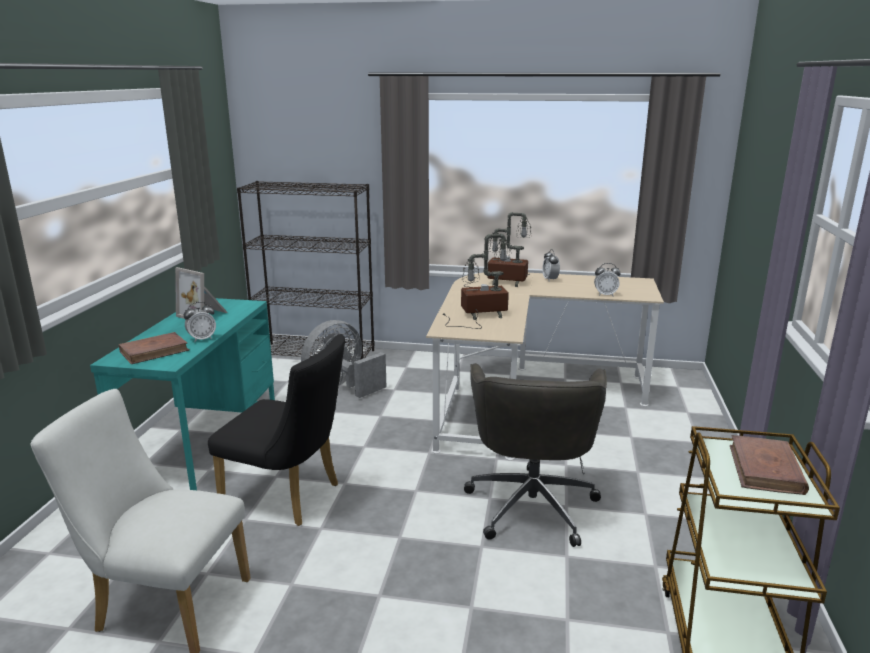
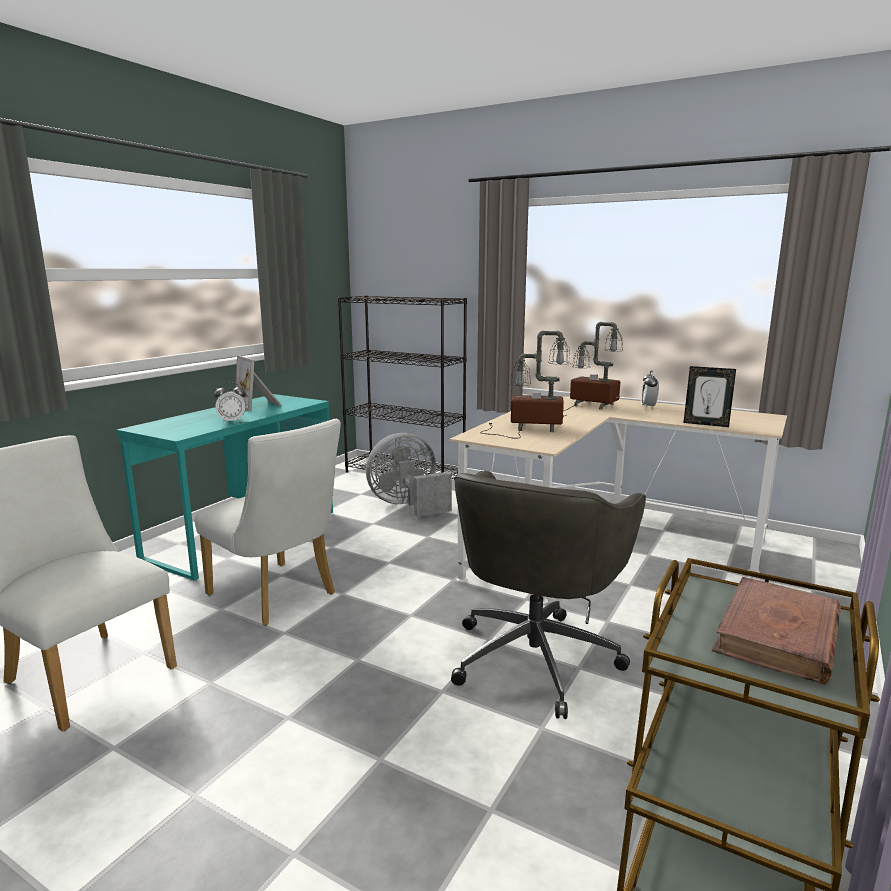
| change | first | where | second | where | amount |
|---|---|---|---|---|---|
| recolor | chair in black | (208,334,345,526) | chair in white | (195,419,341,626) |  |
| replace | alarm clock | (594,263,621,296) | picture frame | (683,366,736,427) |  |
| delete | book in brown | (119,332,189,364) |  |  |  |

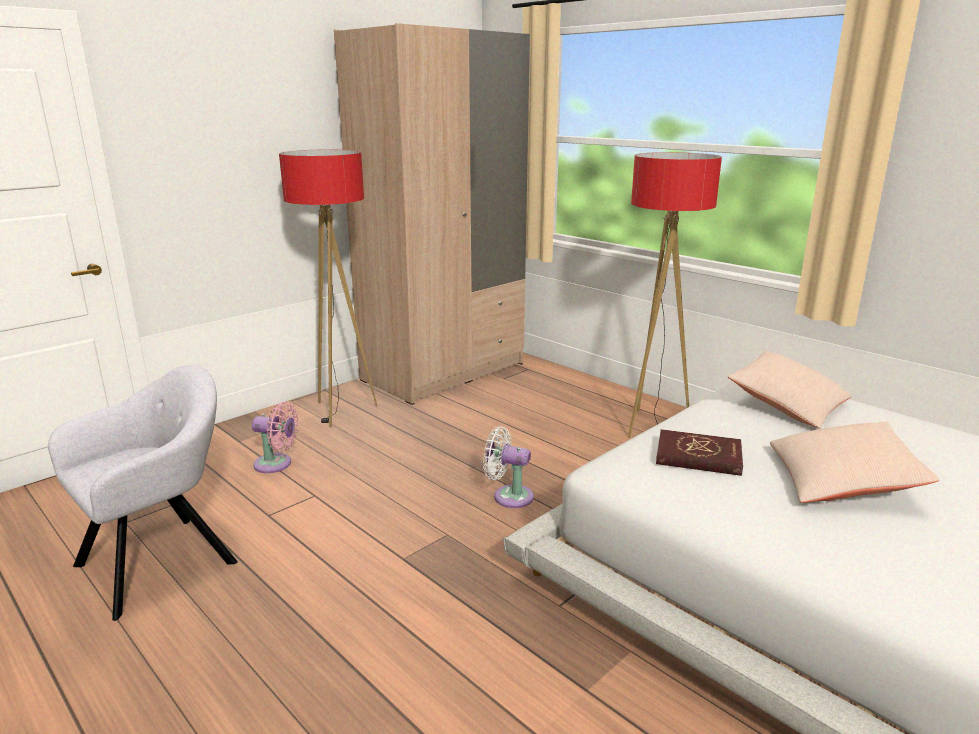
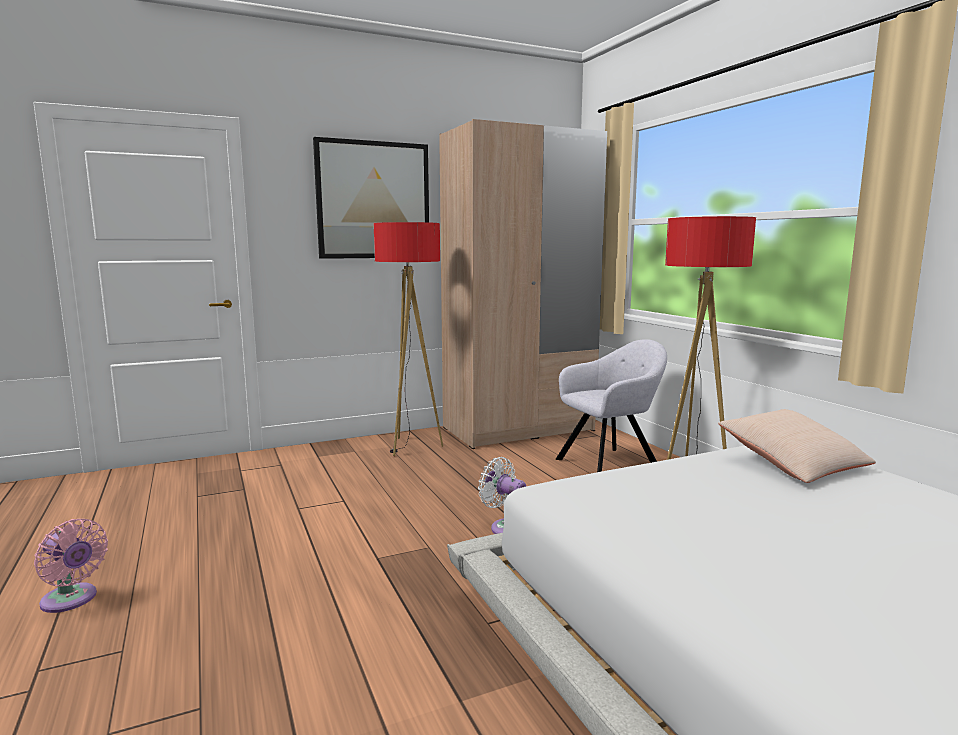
| change | first | where | second | where | amount |
|---|---|---|---|---|---|
| move | fan in pink | (252,402,299,473) |  | (34,519,108,613) |  |
| insert |  |  | picture | (313,137,429,259) |  |
| move | armchair in grey | (48,365,238,621) |  | (556,339,667,472) |  |
| delete | book in red | (656,429,743,476) |  |  |  |
| delete | pillow in beige | (770,421,939,503) |  |  |  |

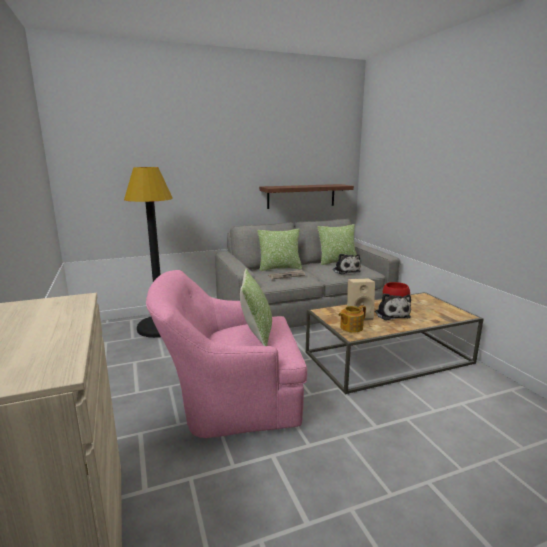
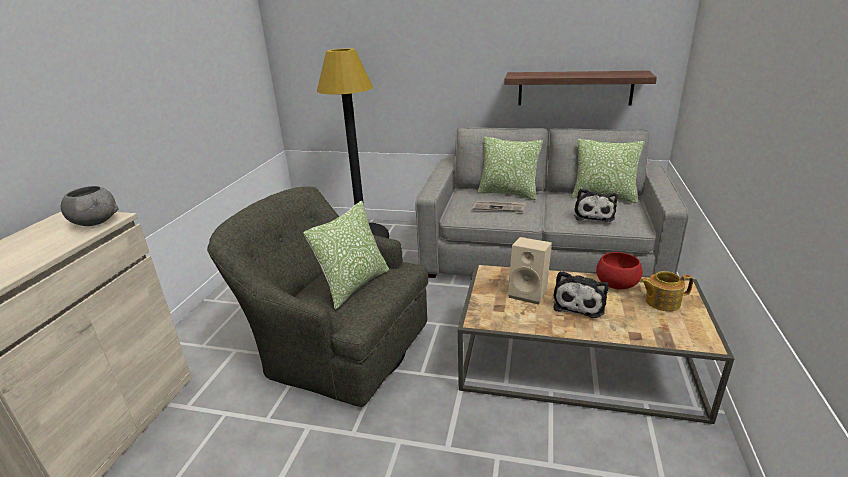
| change | first | where | second | where | amount |
|---|---|---|---|---|---|
| insert |  |  | bowl in grey | (61,186,119,226) |  |
| recolor | armchair in pink | (146,270,307,438) | armchair in green | (207,187,428,407) |  |
| move | teapot | (339,305,366,333) |  | (640,271,693,311) |  |

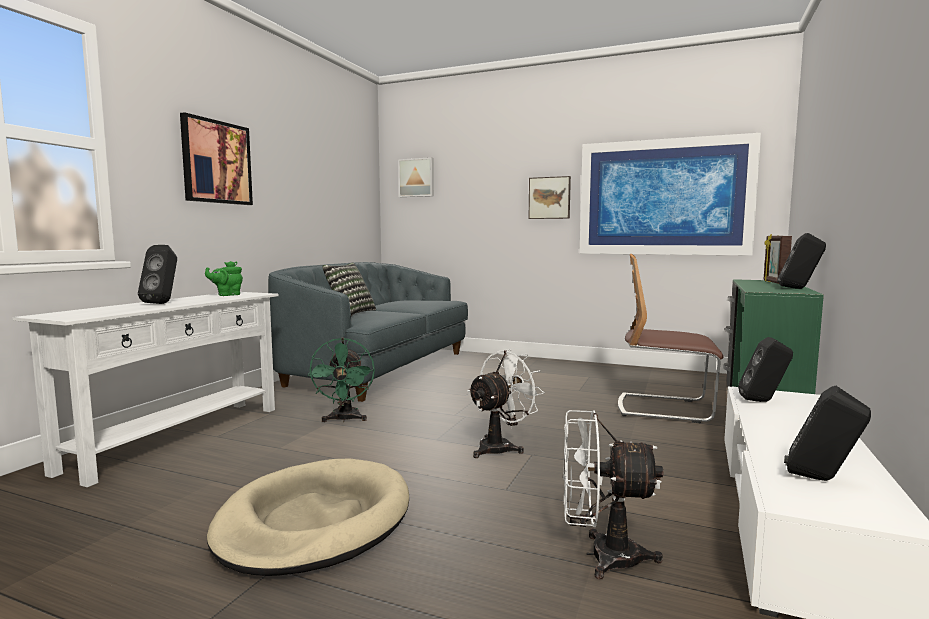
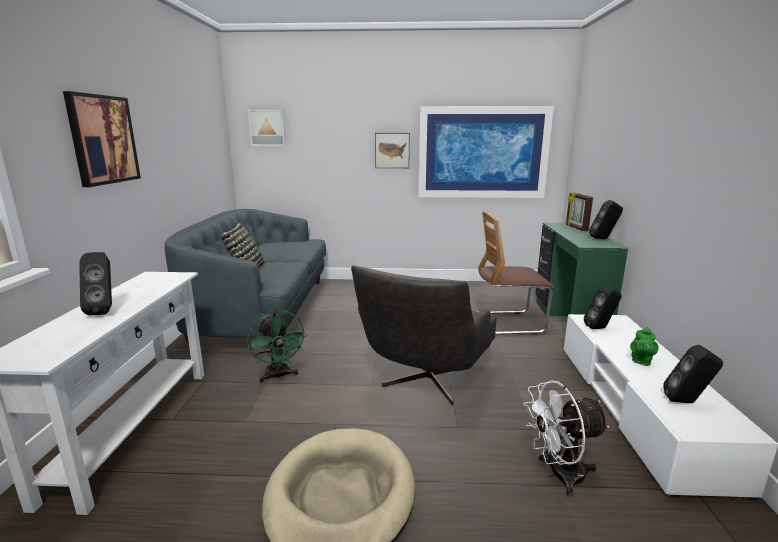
| change | first | where | second | where | amount |
|---|---|---|---|---|---|
| replace | fan in white | (468,349,545,458) | armchair in grey | (351,265,497,405) |  |
| move | teapot in green | (205,261,243,296) |  | (630,327,659,366) |  |

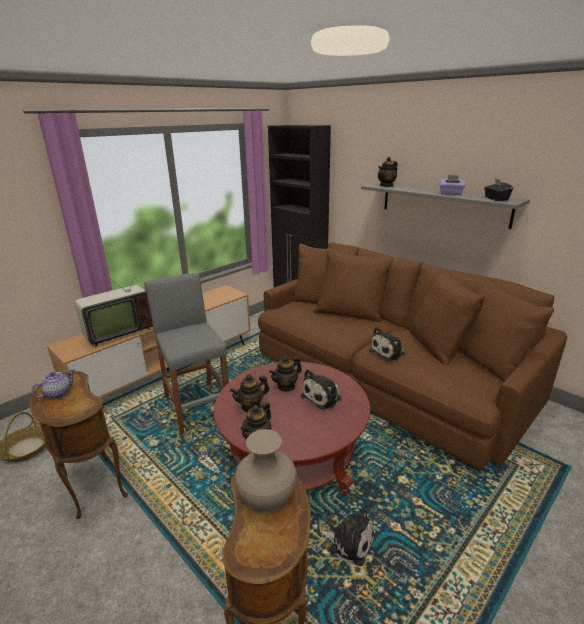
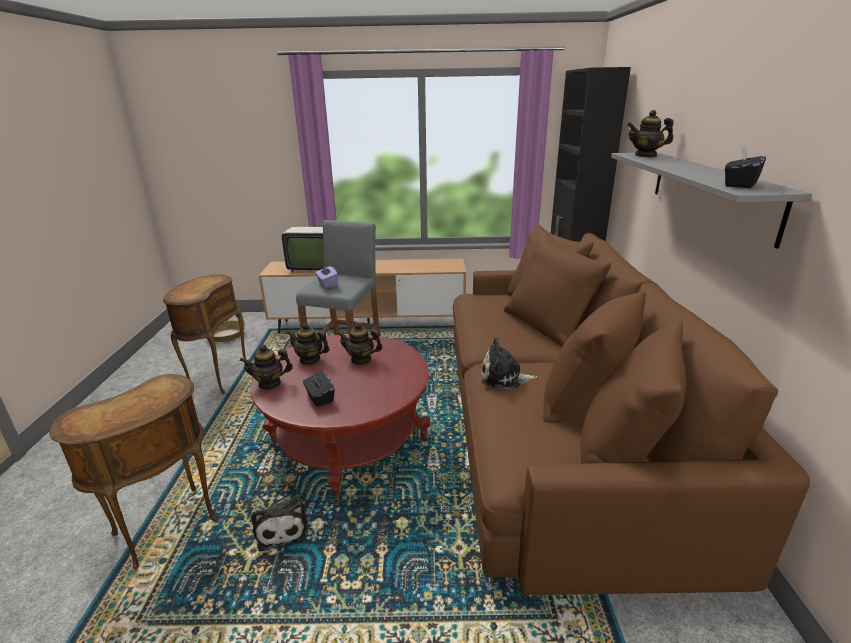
| change | first | where | second | where | amount |
|---|---|---|---|---|---|
| insert |  |  | tissue box in black | (303,371,335,407) |  |
| move | tissue box in purple | (440,175,465,195) |  | (315,266,338,288) |  |
| delete | teapot | (31,369,75,399) |  |  |  |
| delete | vase in beige | (235,429,297,513) |  |  |  |
| delete | plush toy | (301,369,342,410) |  |  |  |

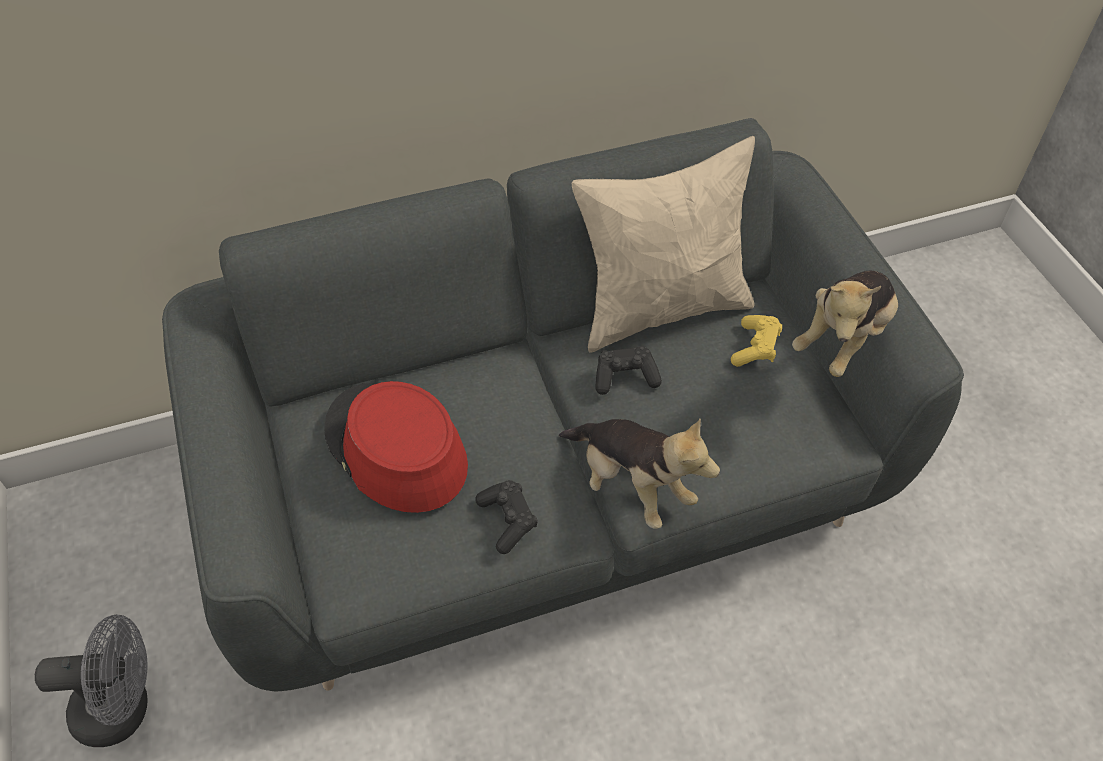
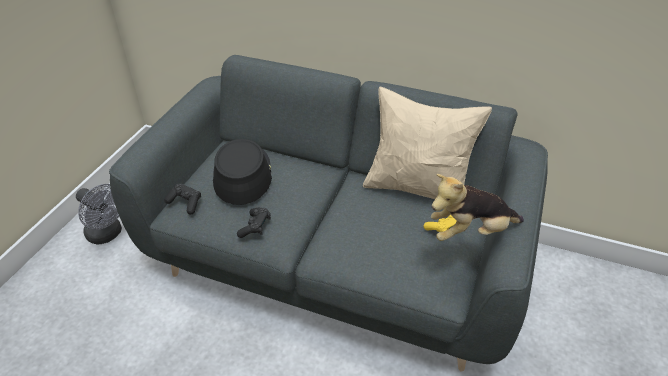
| change | first | where | second | where | amount |
|---|---|---|---|---|---|
| move | game controller in black | (595,346,662,395) |  | (164,184,201,215) |  |
| recolor | hat in red | (324,381,468,513) | hat in black | (213,139,272,205) |  |
| delete | plush toy | (559,419,720,529) |  |  |  |

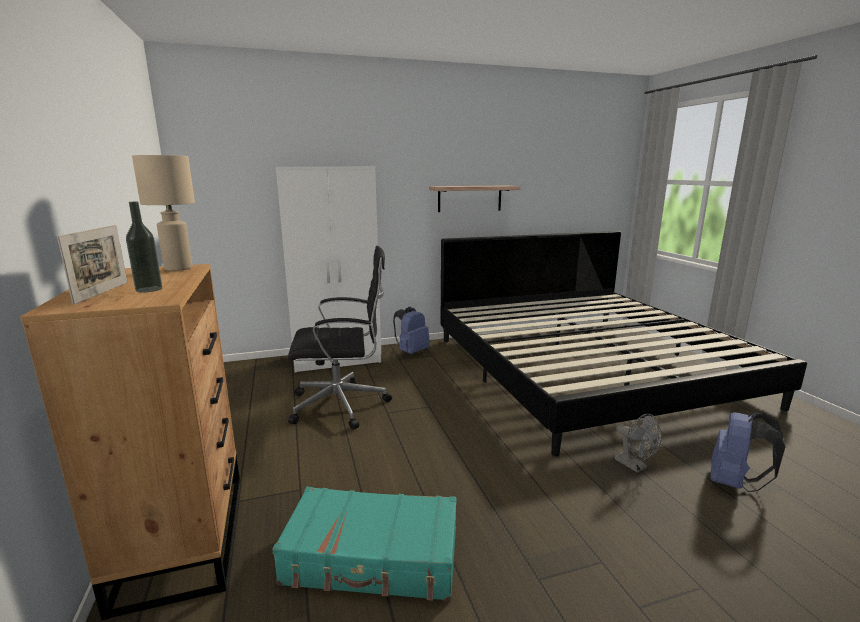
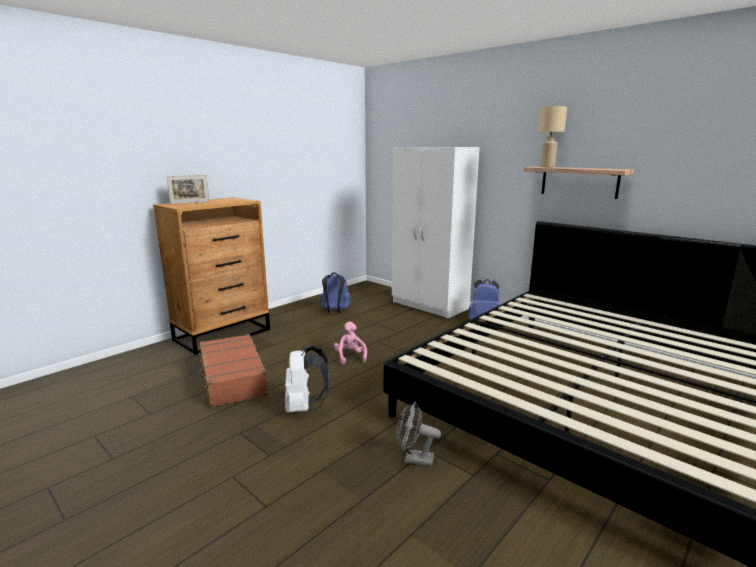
| change | first | where | second | where | amount |
|---|---|---|---|---|---|
| recolor | suitcase in turquoise | (272,487,456,601) | suitcase in brown | (198,334,268,408) |  |
| insert |  |  | backpack in white | (285,346,329,413) |  |
| move | backpack in blue | (710,412,785,492) |  | (321,272,351,314) |  |
| insert |  |  | plush toy in pink | (334,322,367,364) |  |
| rotate | fan in grey | (615,414,662,473) |  | (396,402,441,466) | 75 degrees clockwise |
| move | table lamp in beige | (132,155,195,271) |  | (538,106,567,167) |  |
| delete | bottle | (126,202,162,293) |  |  |  |
| delete | office chair in black | (288,246,392,429) |  |  |  |

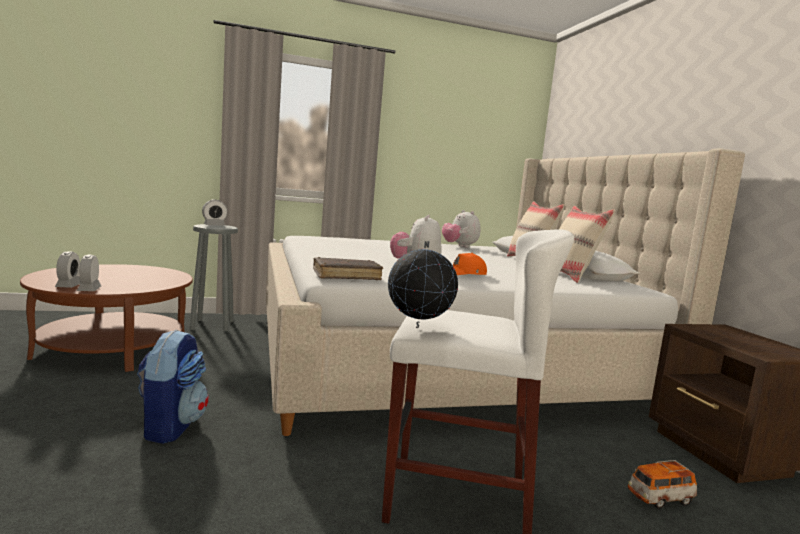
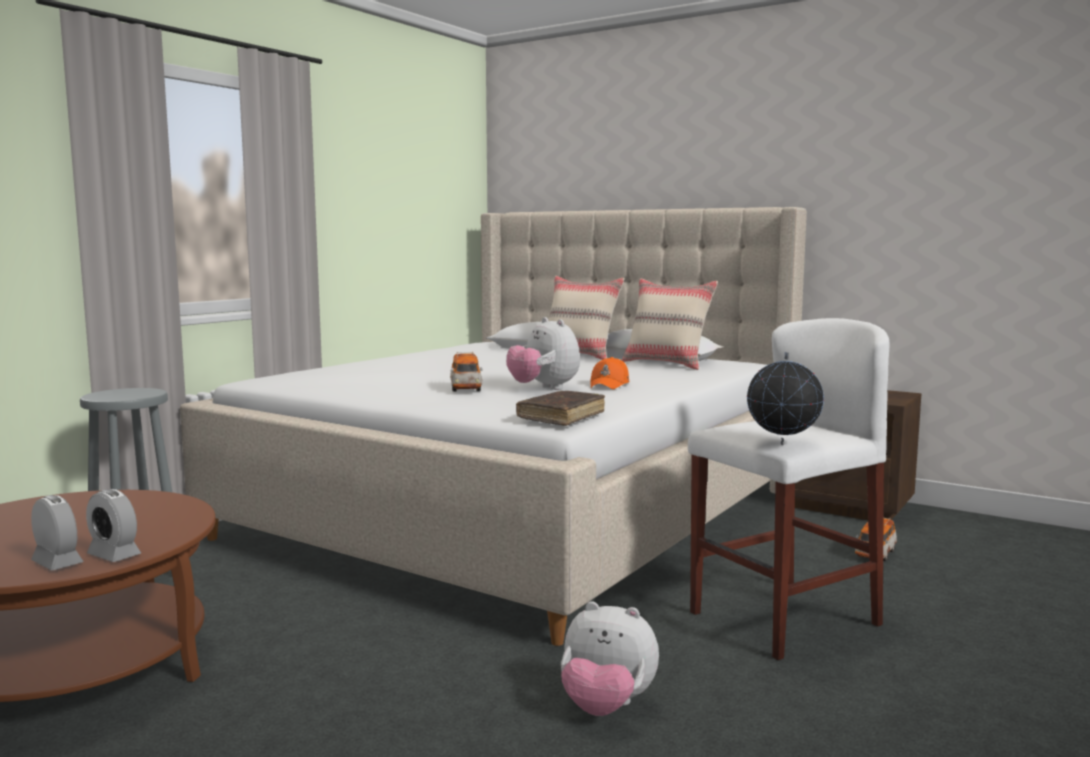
| change | first | where | second | where | amount |
|---|---|---|---|---|---|
| insert |  |  | toy car | (450,352,483,392) |  |
| move | plush toy | (442,210,481,248) |  | (561,601,659,716) |  |
| delete | backpack | (137,329,209,444) |  |  |  |
| delete | alarm clock | (202,200,228,226) |  |  |  |

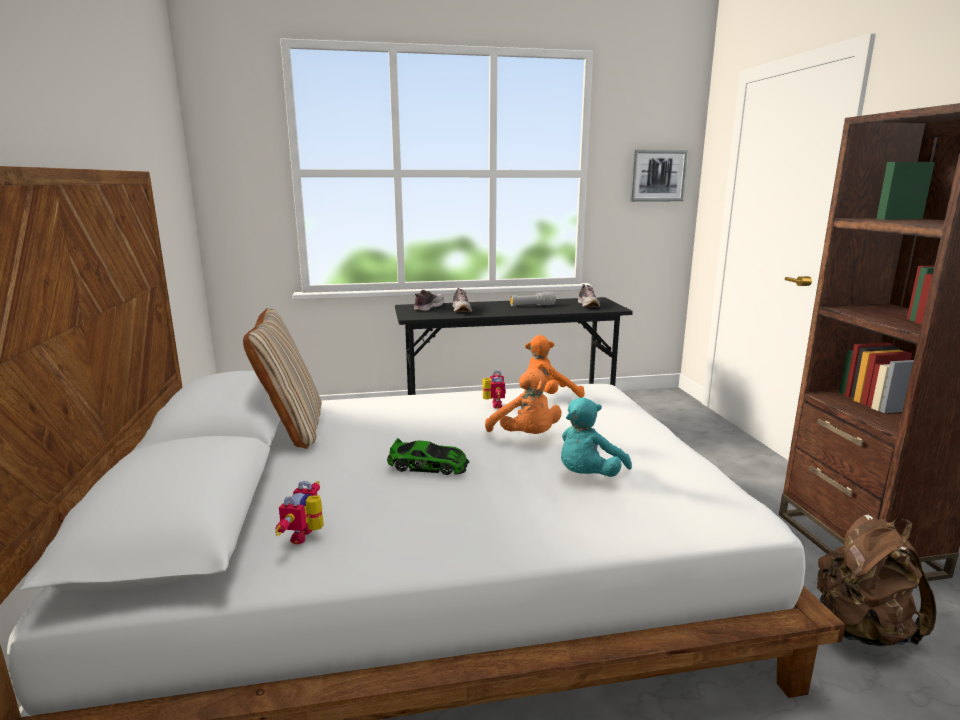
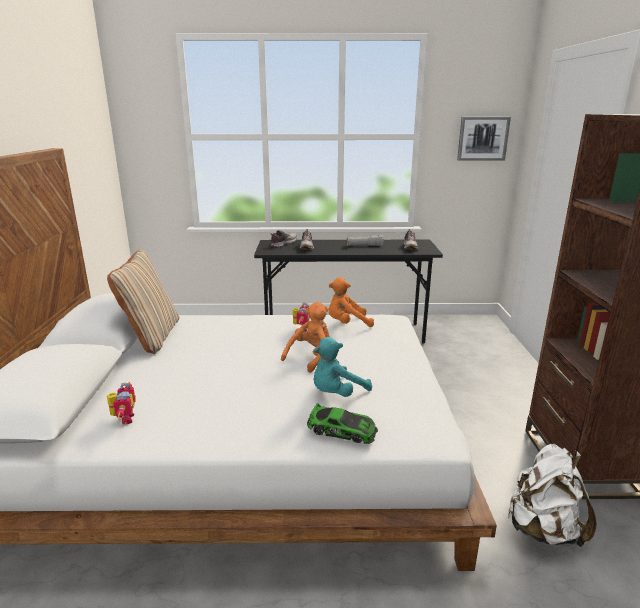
| change | first | where | second | where | amount |
|---|---|---|---|---|---|
| rotate | toy robot | (275,481,324,544) |  | (107,382,136,425) | 150 degrees clockwise |
| rotate | plush toy in orange | (485,368,561,434) |  | (281,302,330,373) | 120 degrees counterclockwise |
| move | toy car | (387,439,470,475) |  | (307,403,378,444) |  |
| recolor | backpack in brown | (817,515,937,646) | backpack in white | (507,444,597,547) |  |

